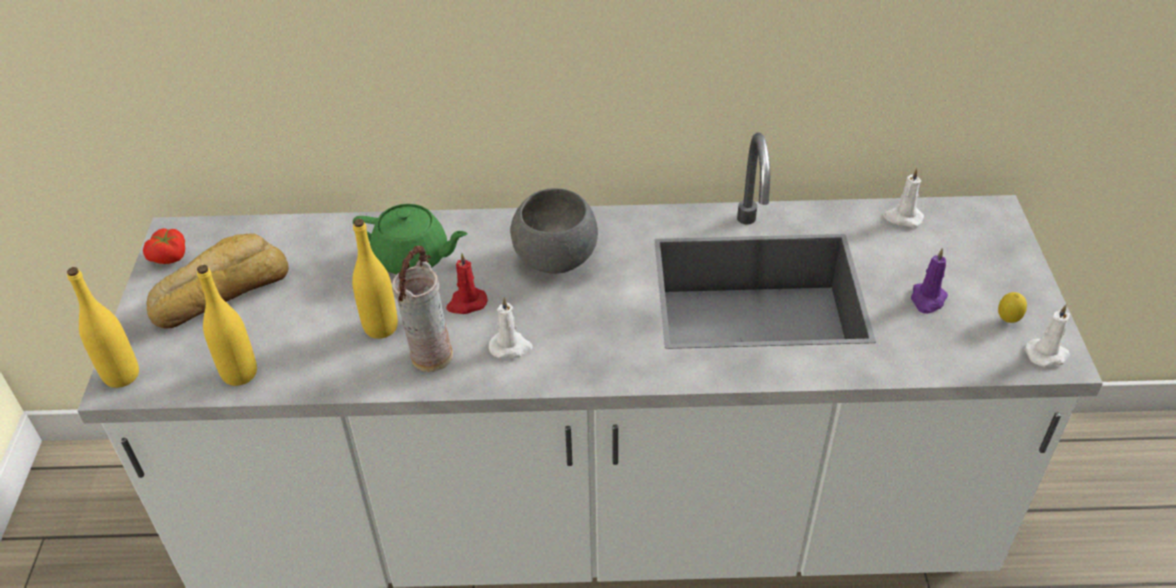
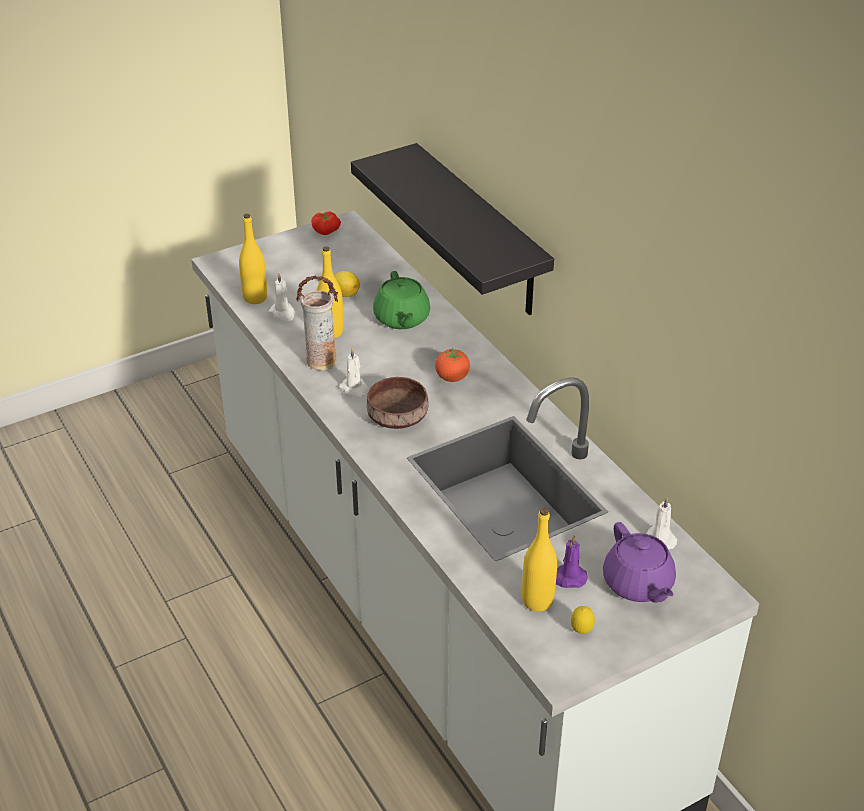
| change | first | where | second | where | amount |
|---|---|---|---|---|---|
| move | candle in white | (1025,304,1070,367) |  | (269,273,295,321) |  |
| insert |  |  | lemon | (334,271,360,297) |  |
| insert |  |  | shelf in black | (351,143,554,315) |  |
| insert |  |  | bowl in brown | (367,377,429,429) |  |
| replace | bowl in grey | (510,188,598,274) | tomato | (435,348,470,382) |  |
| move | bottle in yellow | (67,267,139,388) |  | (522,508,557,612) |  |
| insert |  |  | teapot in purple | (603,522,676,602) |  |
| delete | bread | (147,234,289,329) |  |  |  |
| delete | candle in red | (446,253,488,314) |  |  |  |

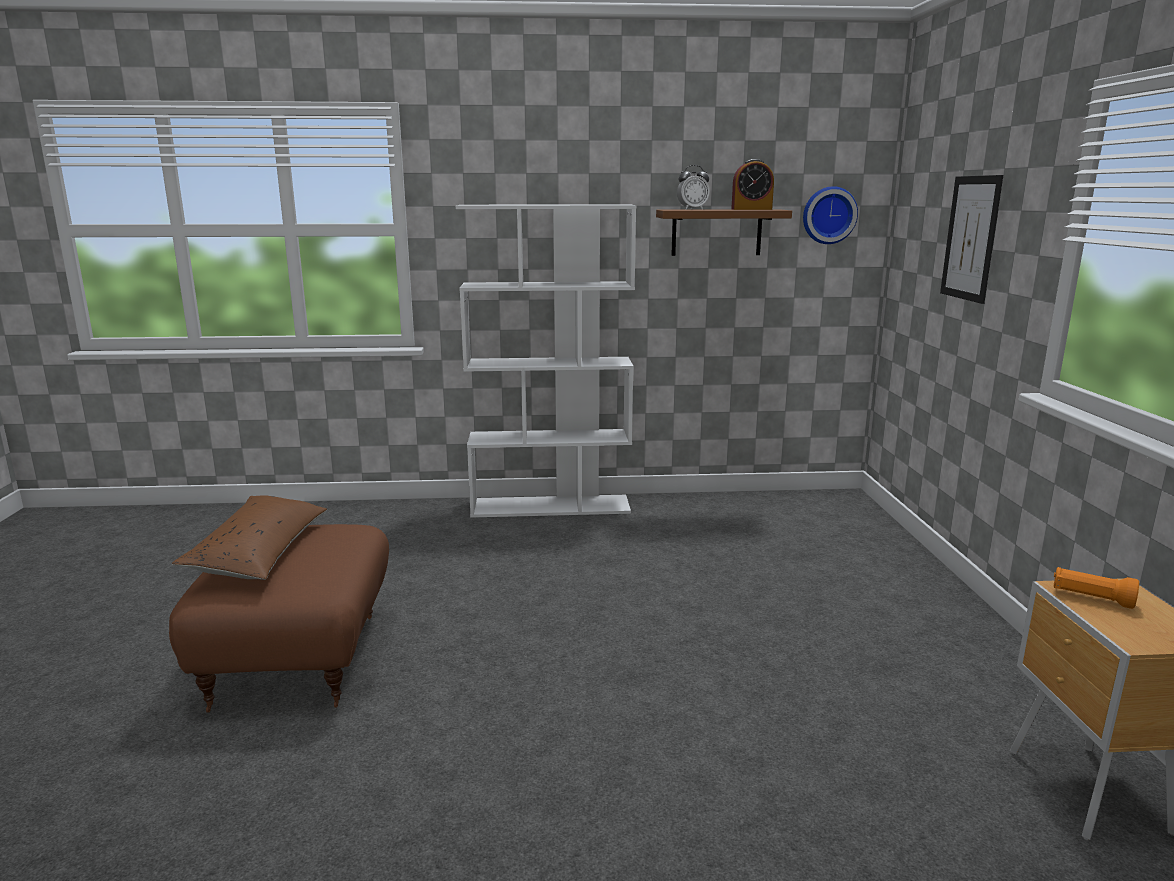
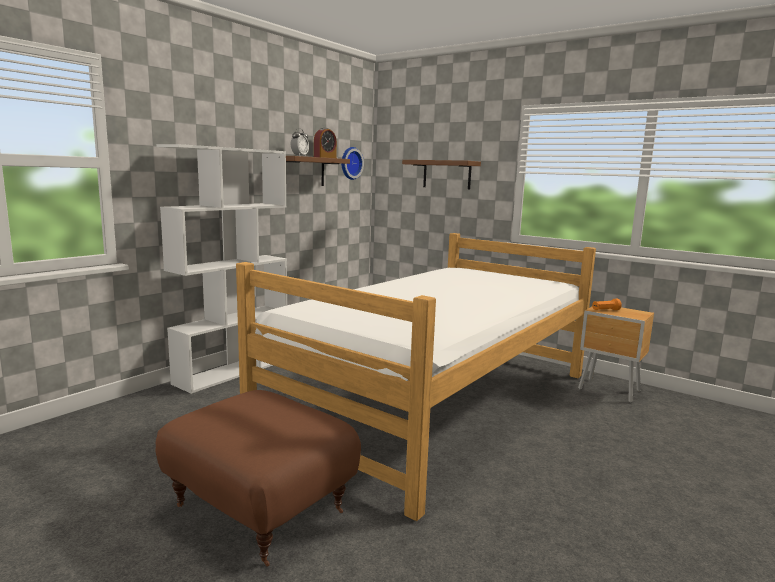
| change | first | where | second | where | amount |
|---|---|---|---|---|---|
| insert |  |  | bed | (236,233,596,521) |  |
| replace | picture | (940,175,1003,304) | shelf in brown | (402,160,481,189) |  |
| delete | pillow in brown | (172,495,327,580) |  |  |  |

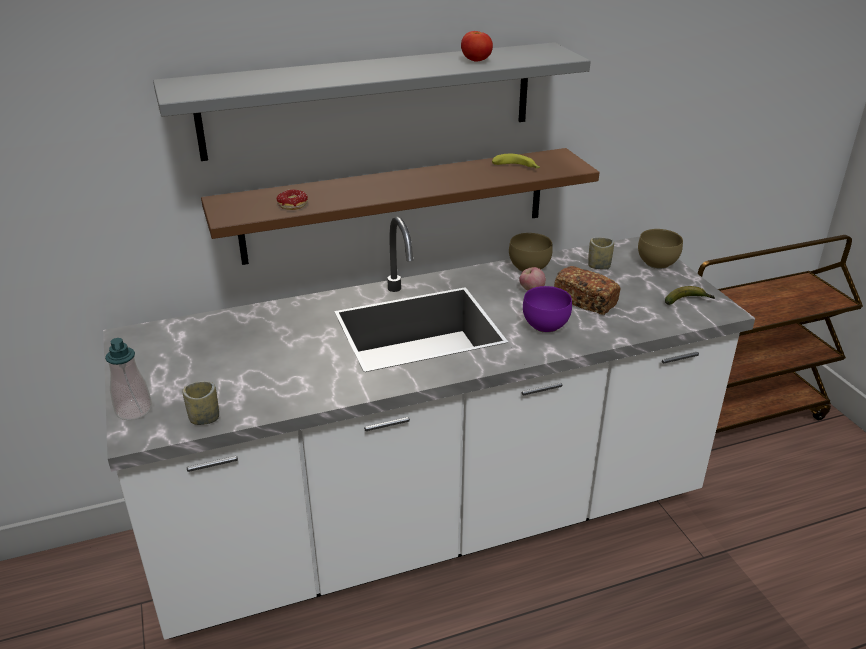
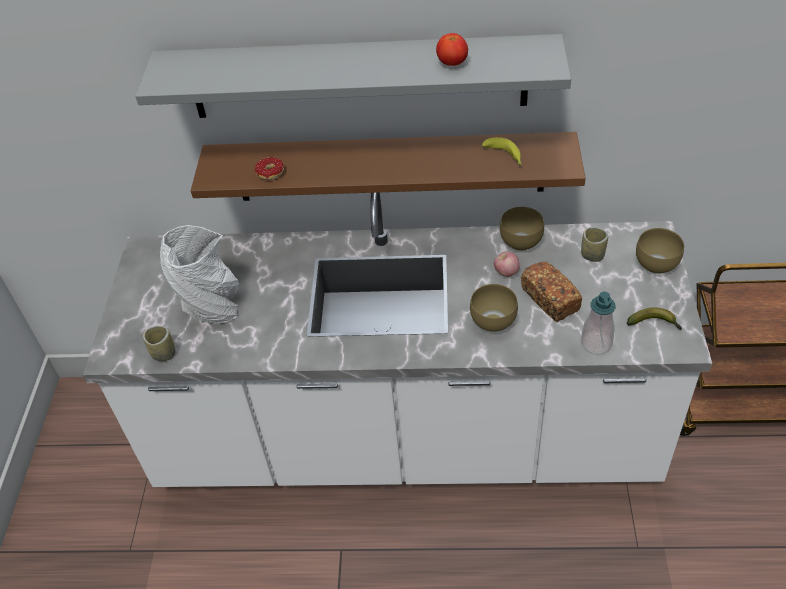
| change | first | where | second | where | amount |
|---|---|---|---|---|---|
| insert |  |  | vase in grey | (160,225,239,324) |  |
| recolor | bowl in purple | (523,286,572,333) | bowl in brown | (470,284,518,332) |  |
| move | soap dispenser | (105,338,152,420) |  | (581,292,615,354) |  |

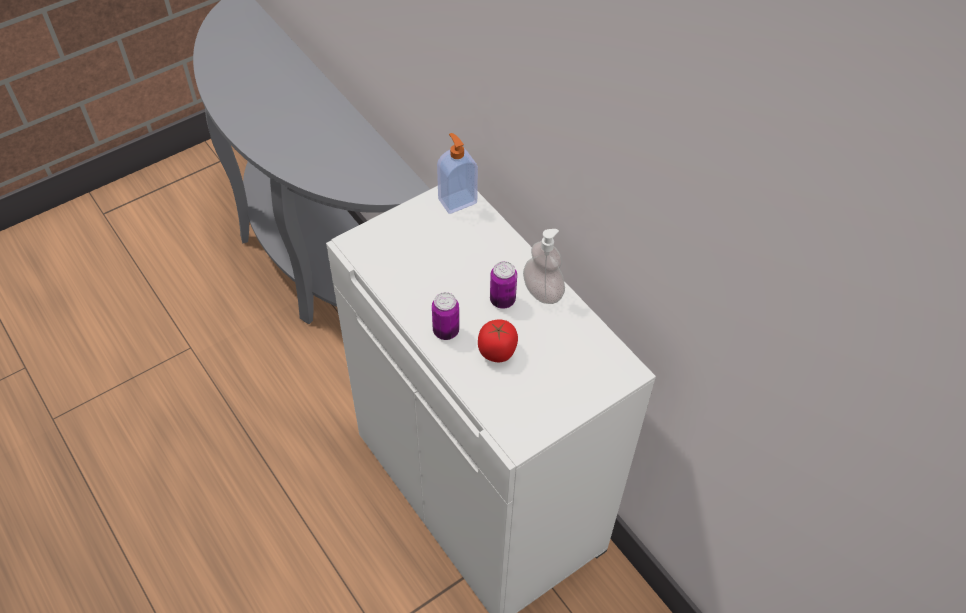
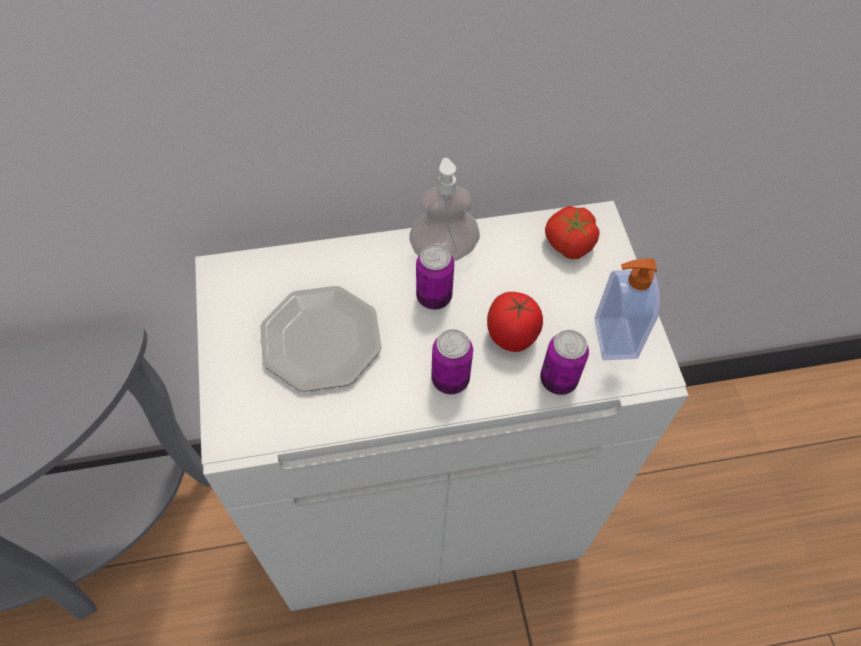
| change | first | where | second | where | amount |
|---|---|---|---|---|---|
| insert |  |  | plate | (260,286,381,392) |  |
| insert |  |  | can | (540,330,589,395) |  |
| insert |  |  | tomato | (545,206,600,259) |  |
| move | soap dispenser | (437,133,478,214) |  | (595,258,660,360) |  |

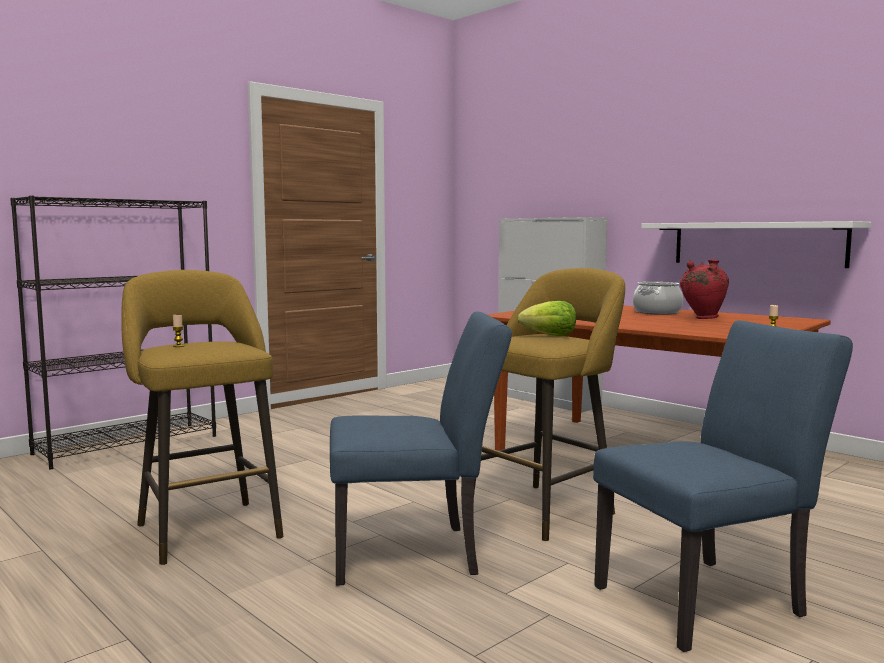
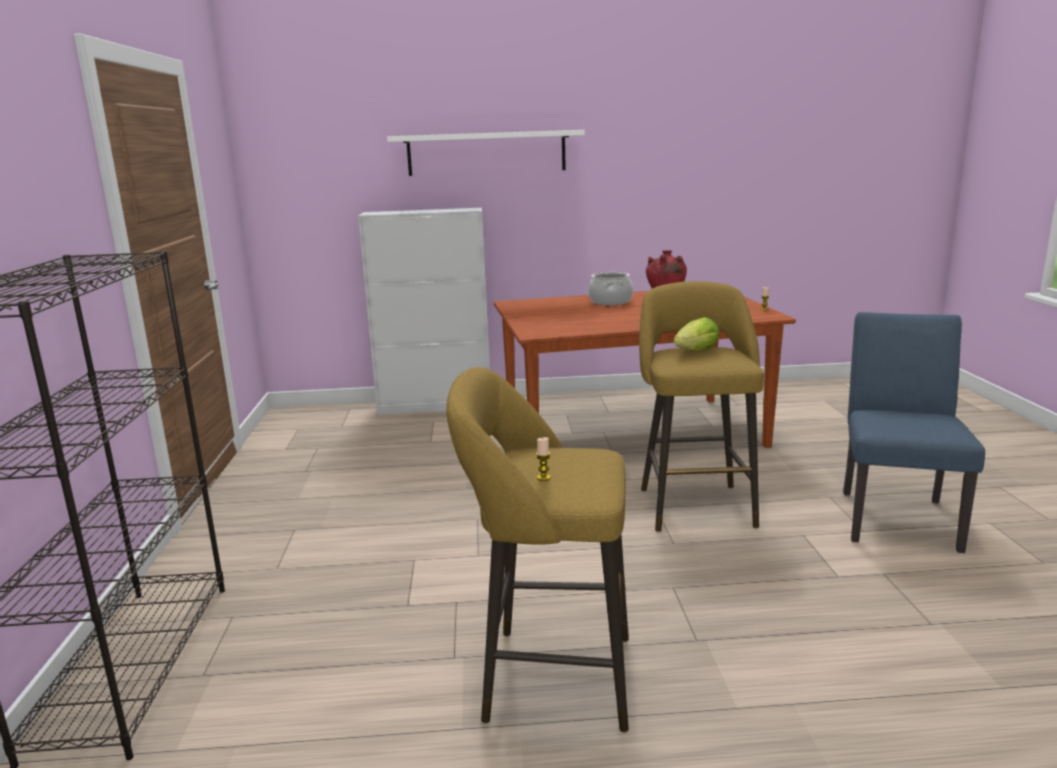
| change | first | where | second | where | amount |
|---|---|---|---|---|---|
| move | shelf in white | (641,221,871,268) |  | (387,130,585,176) |  |
| delete | chair in blue | (330,311,512,586) |  |  |  |

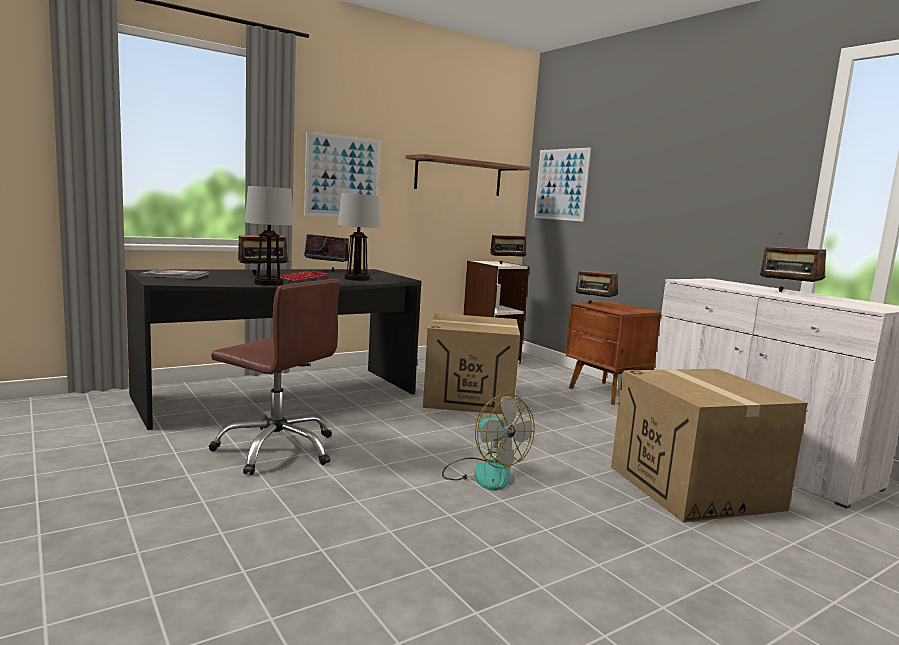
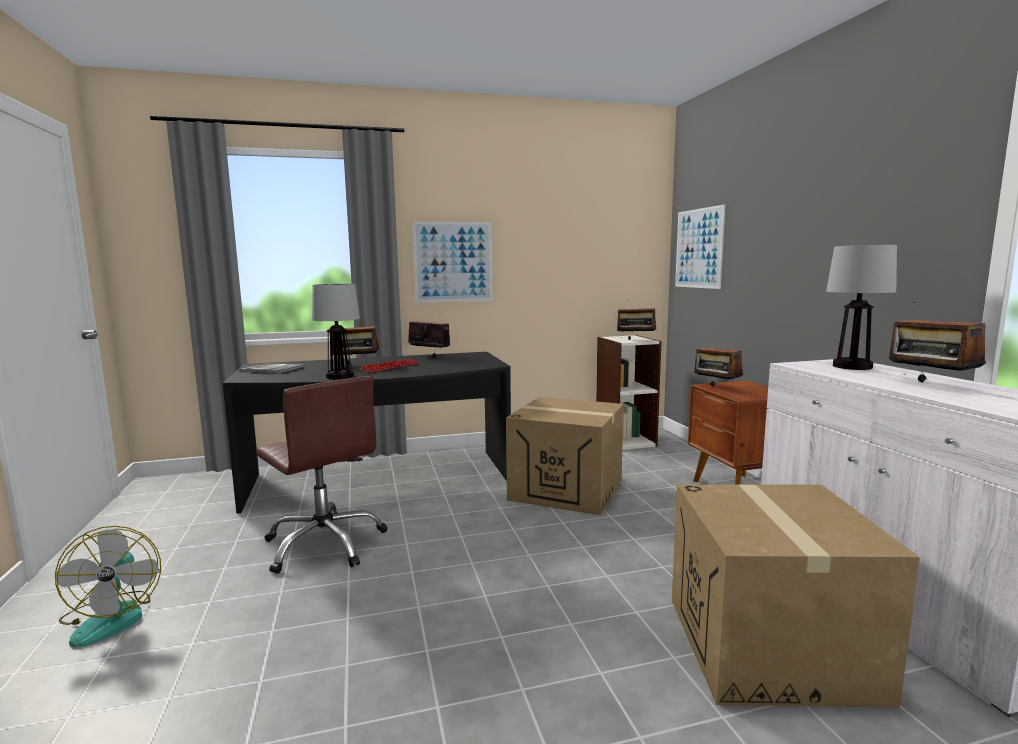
| change | first | where | second | where | amount |
|---|---|---|---|---|---|
| move | fan | (442,393,535,491) |  | (55,526,161,647) |  |
| move | table lamp | (338,193,380,281) |  | (826,245,897,370) |  |
| delete | shelf | (405,154,530,196) |  |  |  |

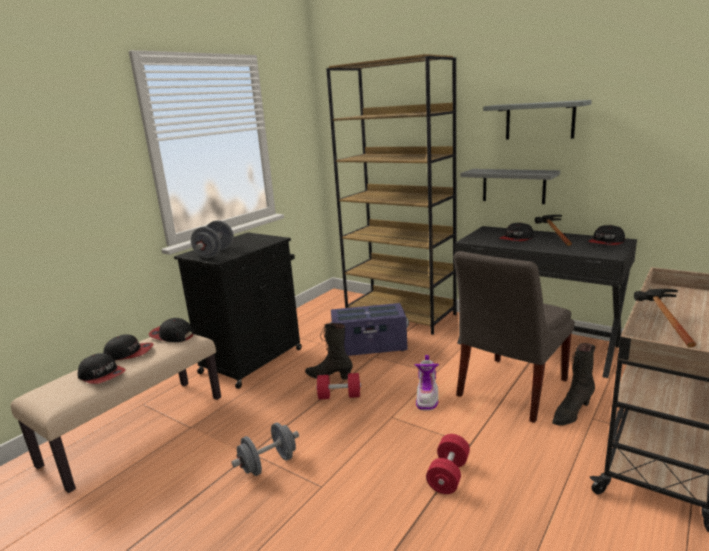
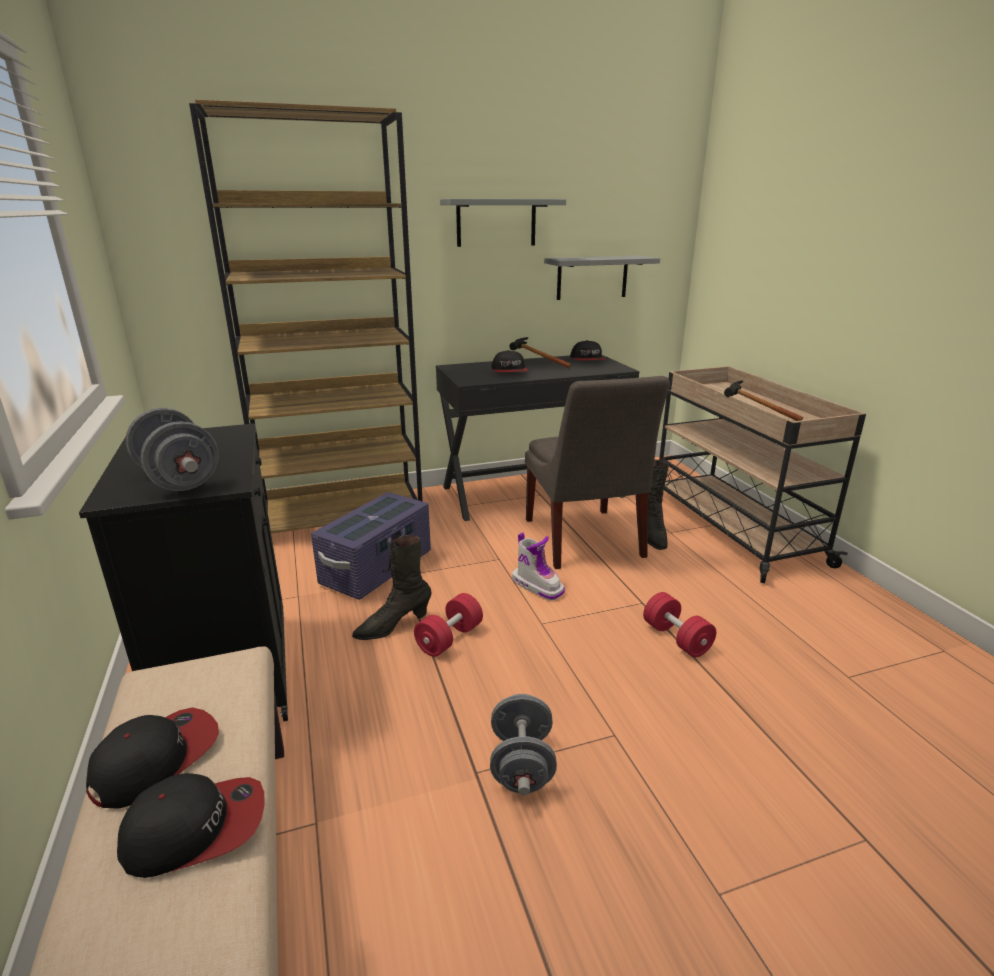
| change | first | where | second | where | amount |
|---|---|---|---|---|---|
| move | shelf in grey | (461,169,560,204) |  | (544,256,660,300) |  |
| delete | cap | (149,318,194,342) |  |  |  |

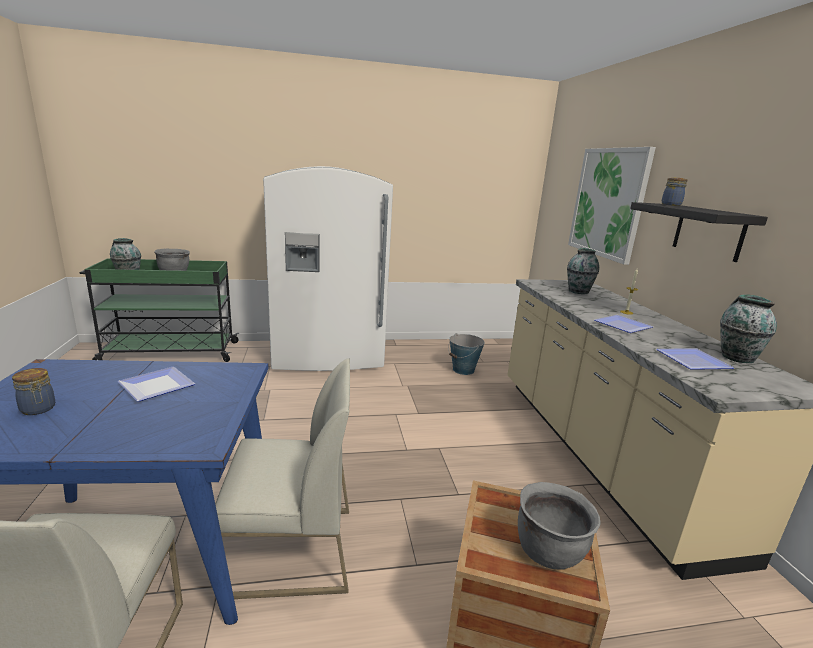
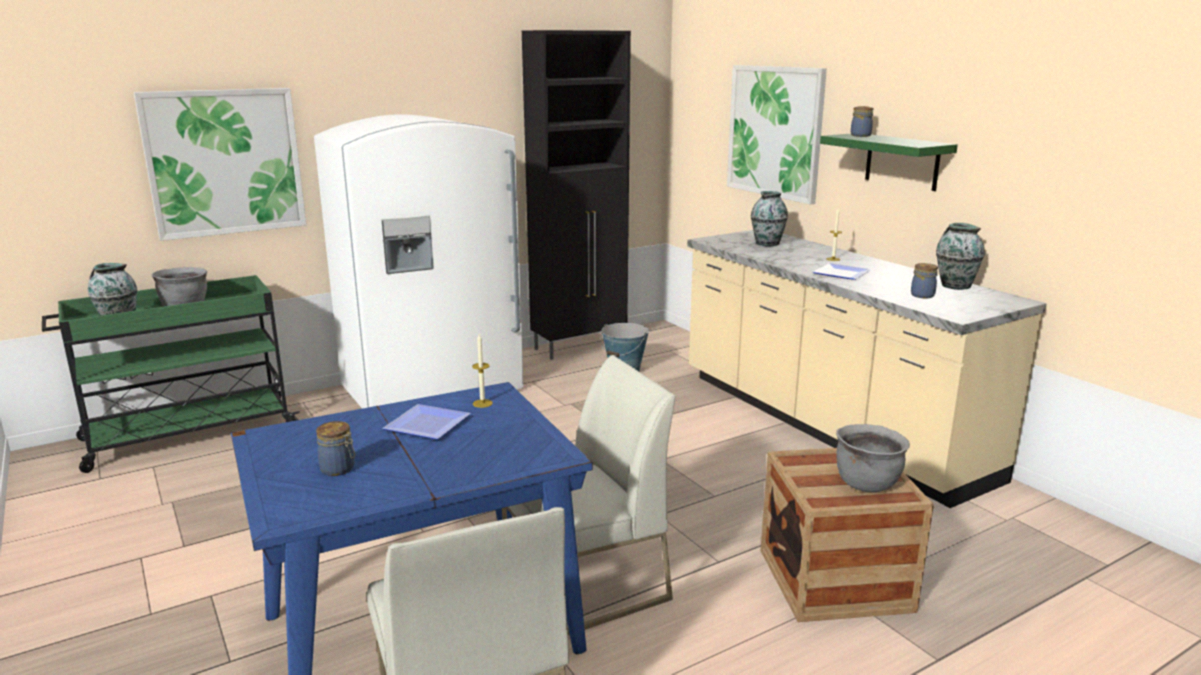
| change | first | where | second | where | amount |
|---|---|---|---|---|---|
| insert |  |  | picture | (133,88,306,241) |  |
| insert |  |  | candle | (472,334,493,408) |  |
| insert |  |  | cabinet in black | (522,30,631,360) |  |
| recolor | shelf in black | (630,202,768,262) | shelf in green | (820,134,958,191) |  |
| replace | plate | (657,348,734,370) | jar | (911,263,938,298) |  |

